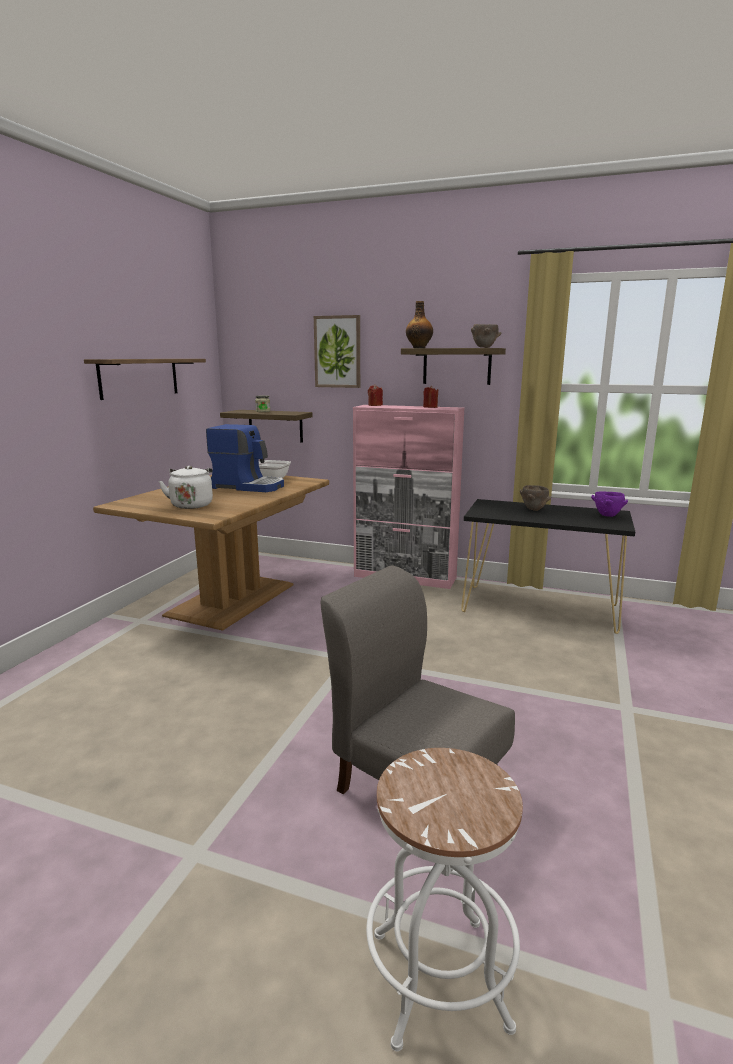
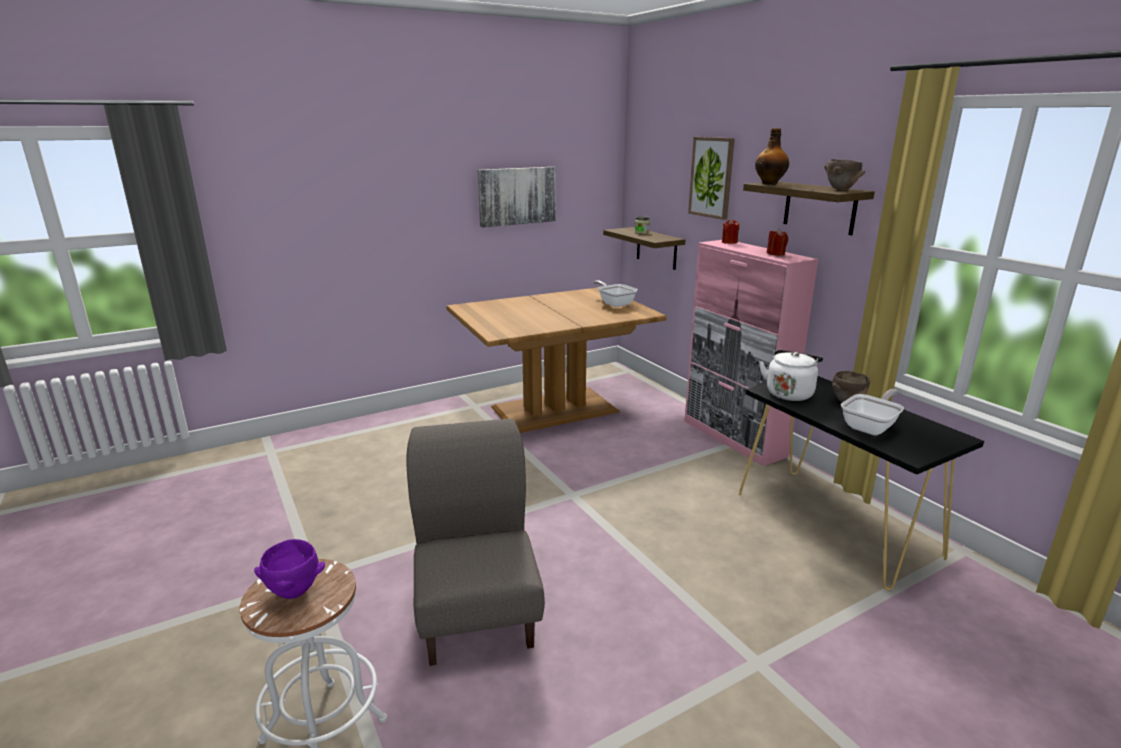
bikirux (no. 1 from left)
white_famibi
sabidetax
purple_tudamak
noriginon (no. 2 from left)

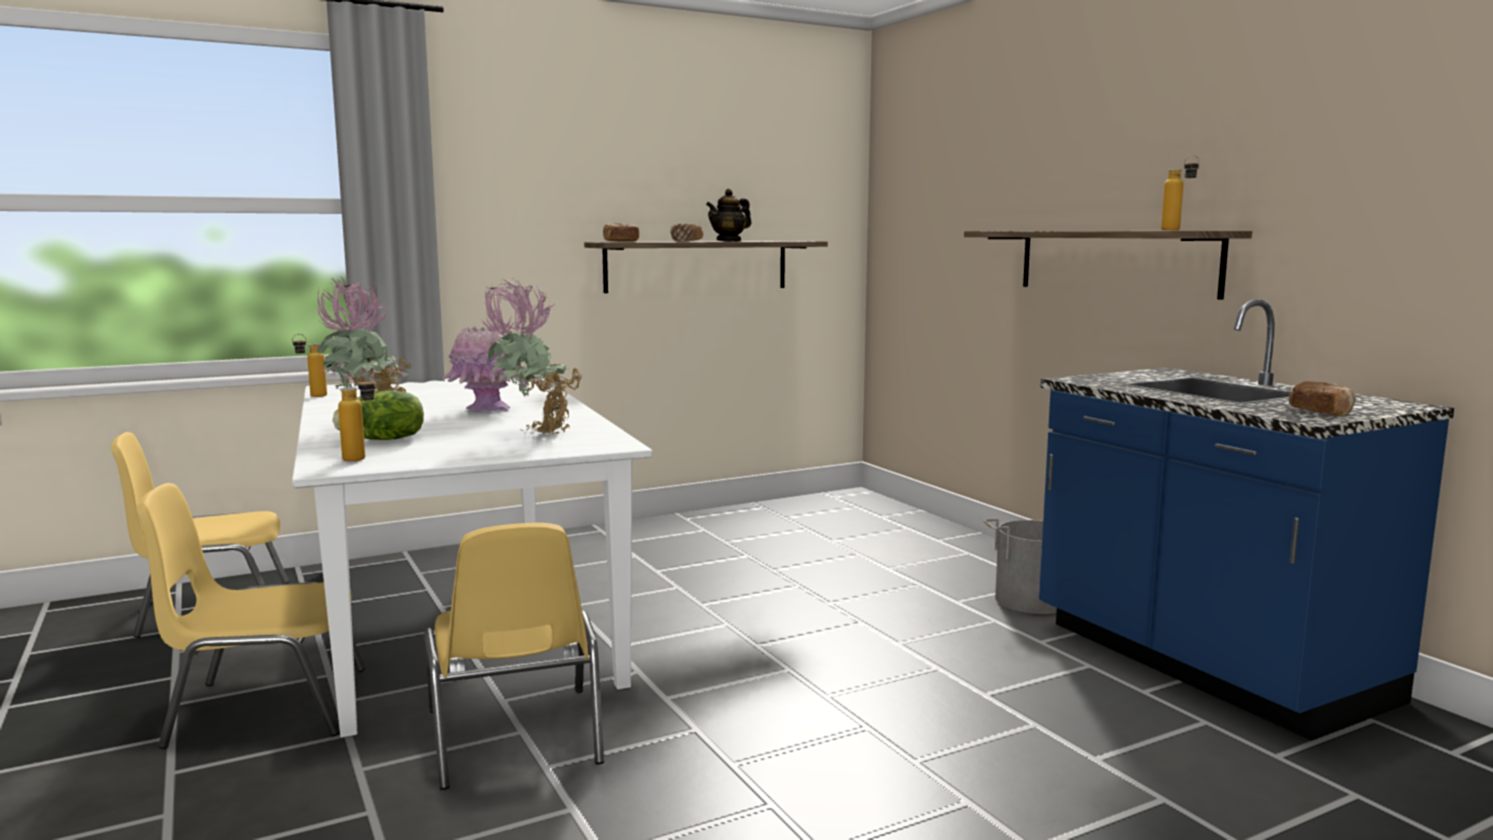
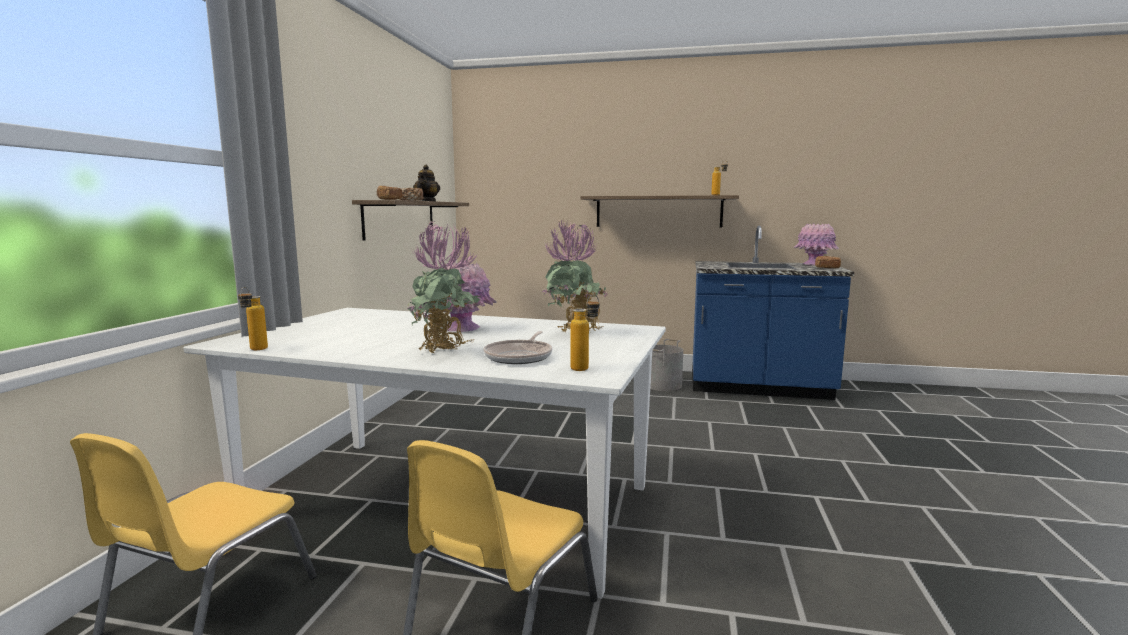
noriginon
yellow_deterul (no. 3 from left in the first image)
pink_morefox (no. 2 from left)

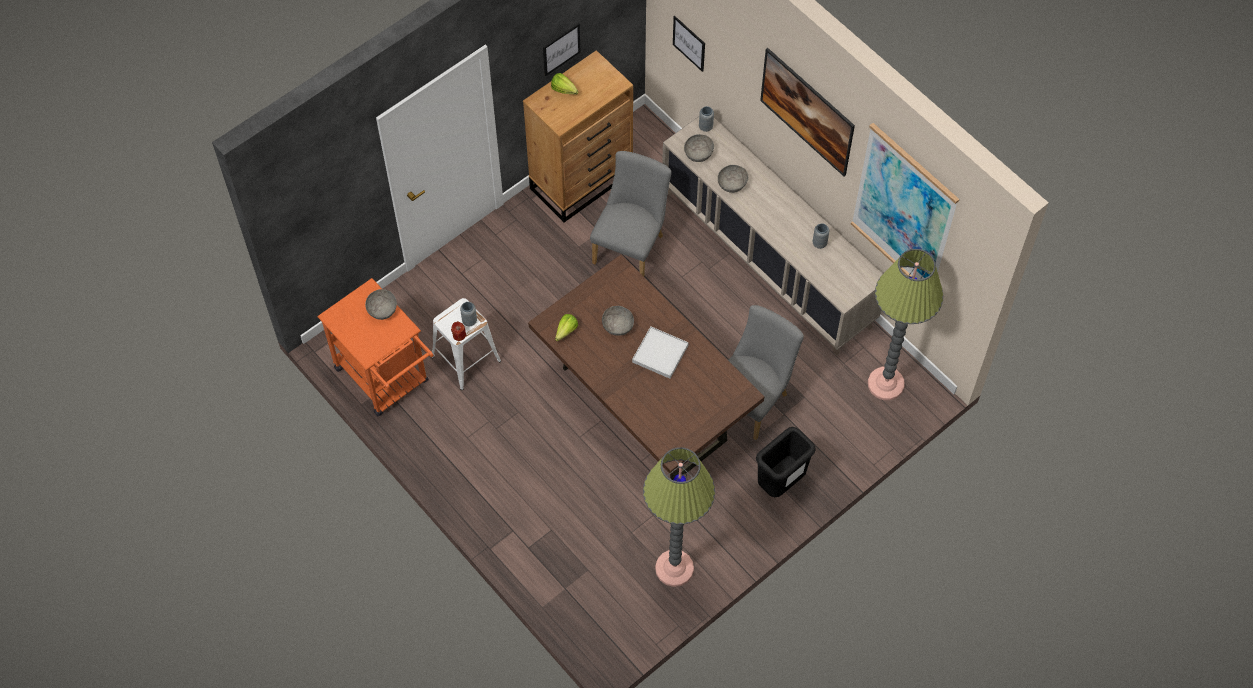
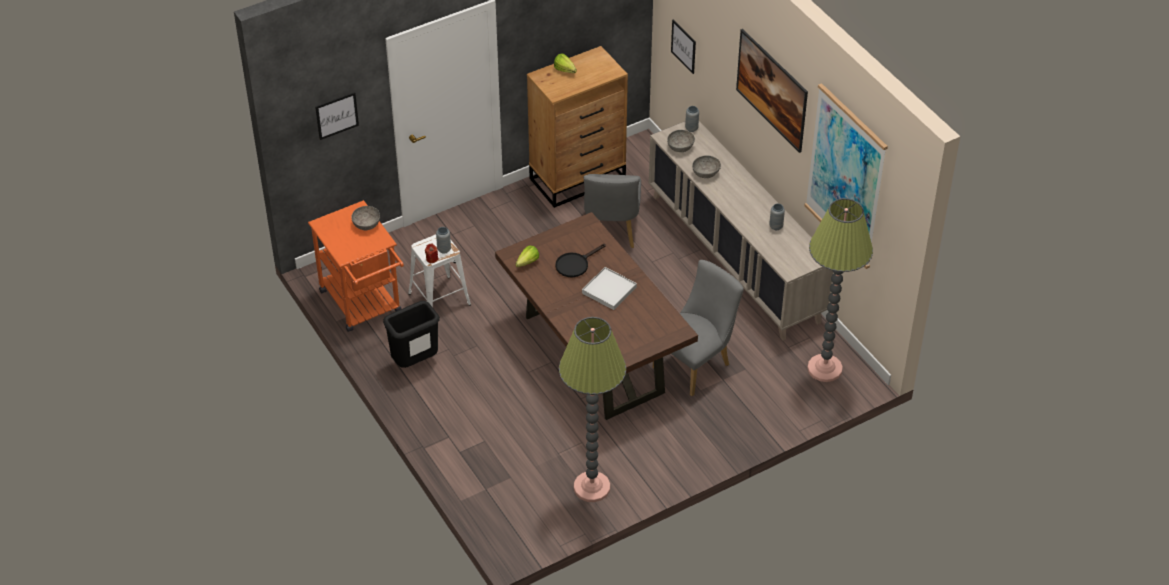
bikirux (no. 1 from left)
grey_deterul (no. 1 from left)
black_noriginon
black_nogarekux

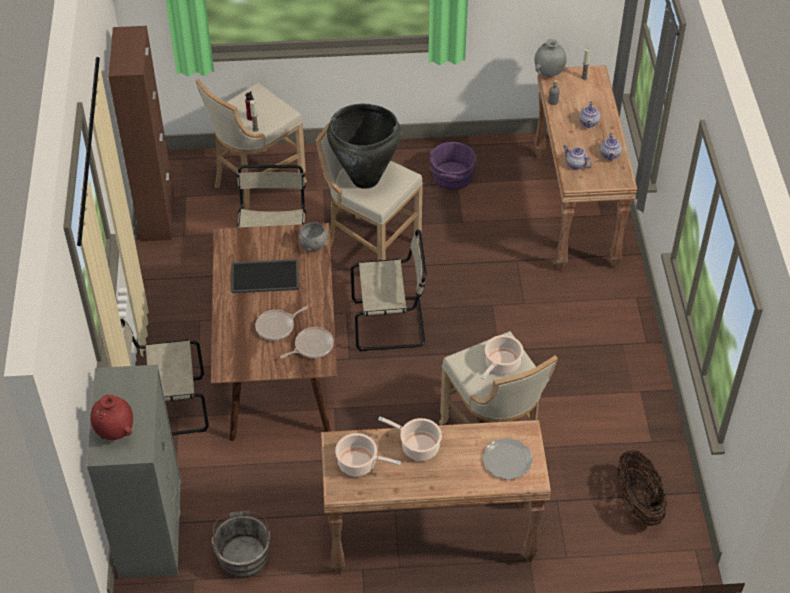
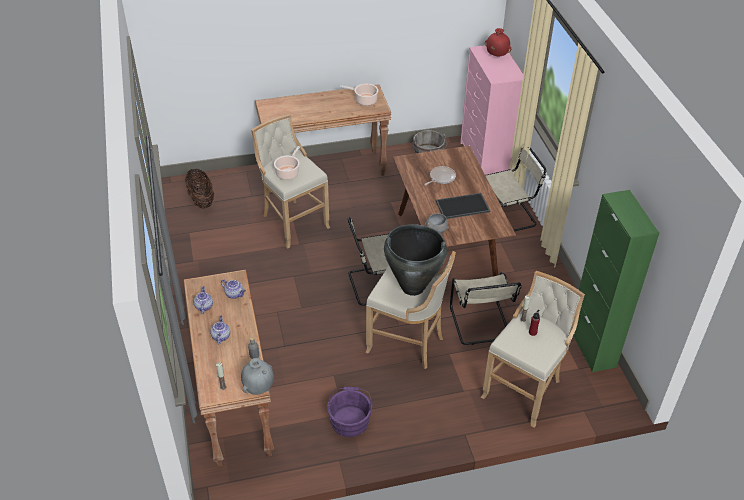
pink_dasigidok
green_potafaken
noriginon (no. 2 from left in the first image)
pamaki (no. 2 from left in the first image)
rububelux

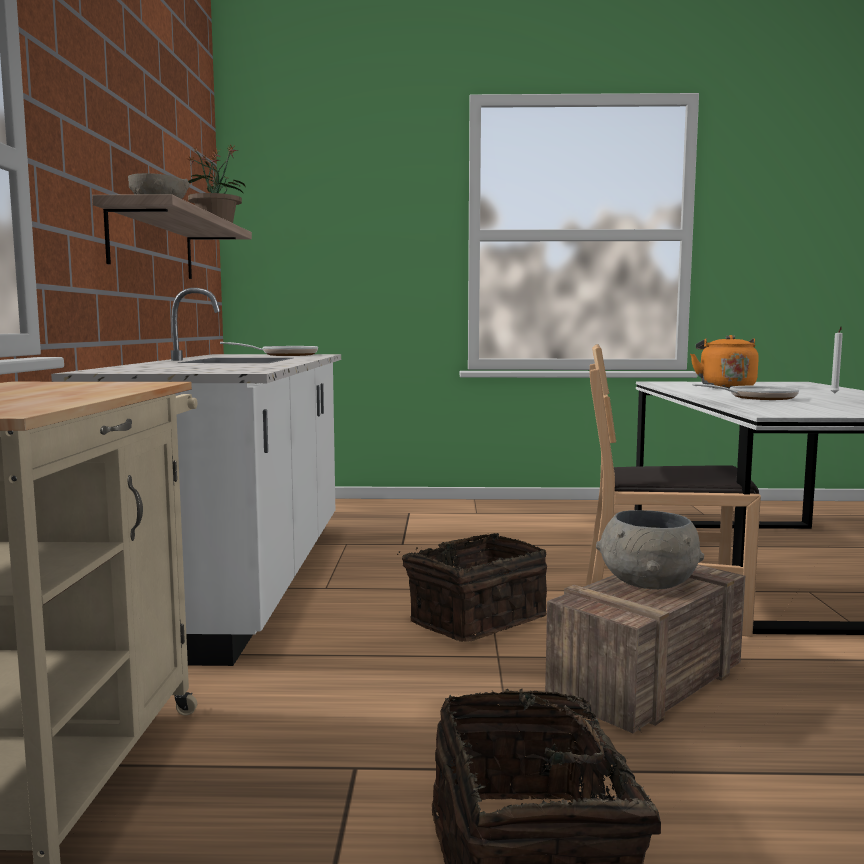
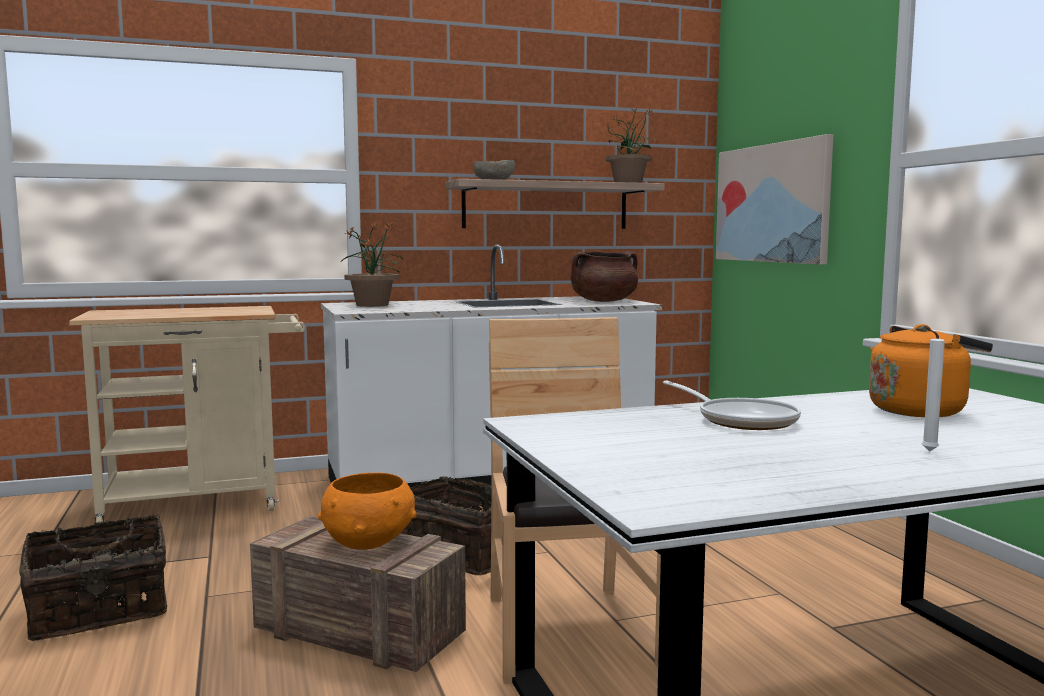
brown_pamaki
orange_tudamak
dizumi (no. 1 from left)
bikirux

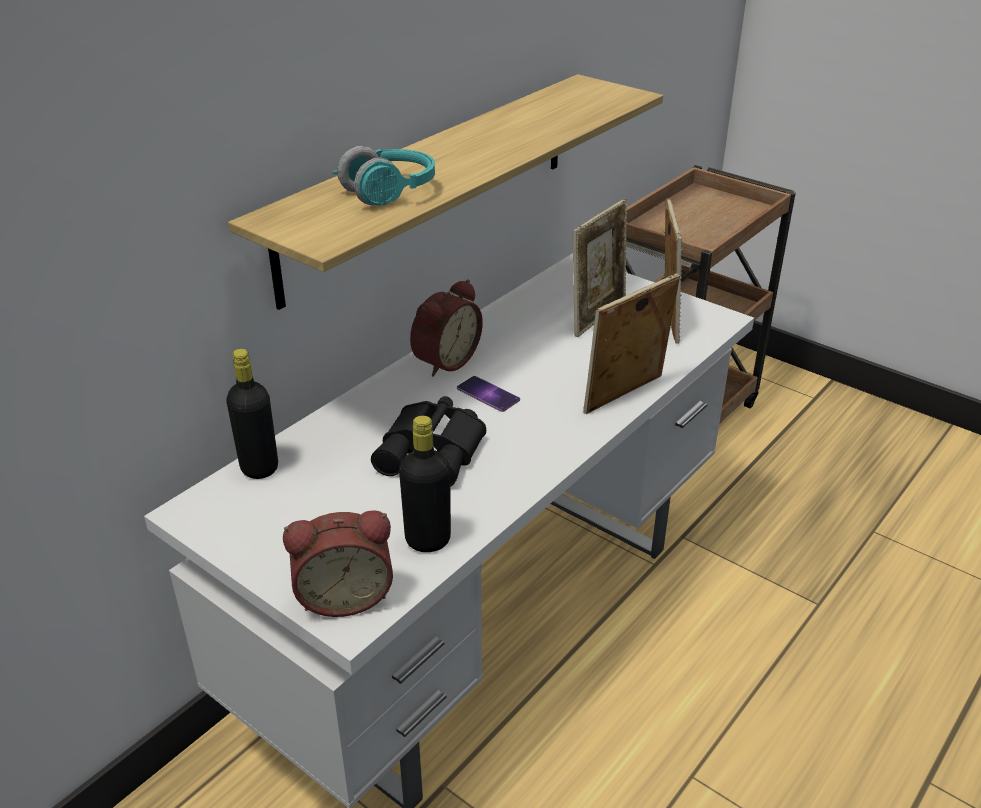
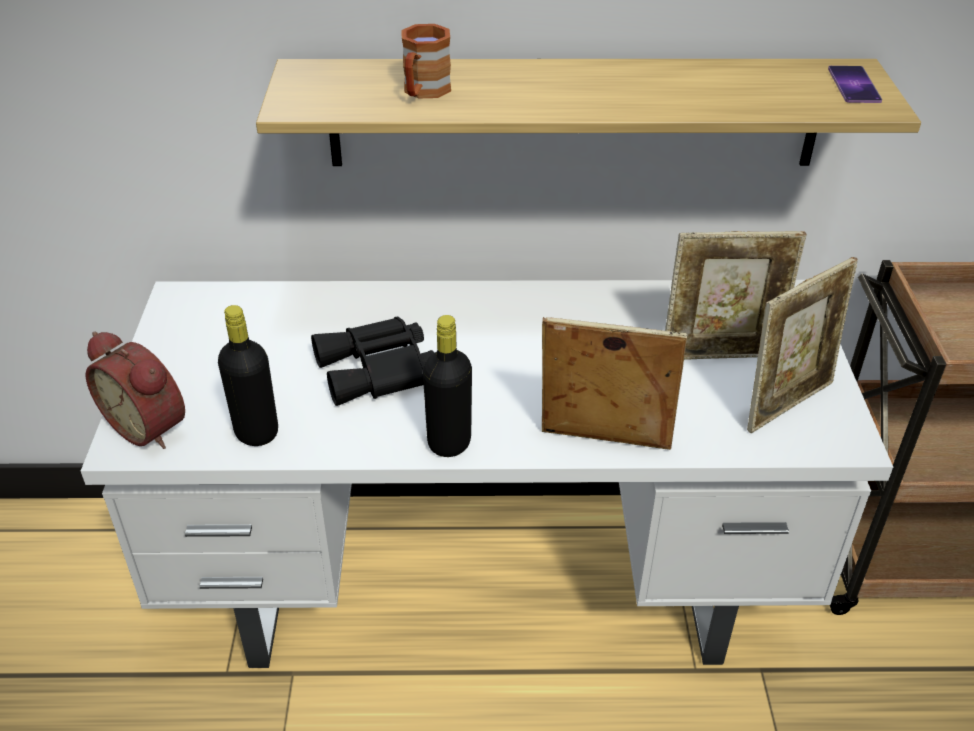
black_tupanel (no. 2 from left)
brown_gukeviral
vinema (no. 2 from left in the first image)
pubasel

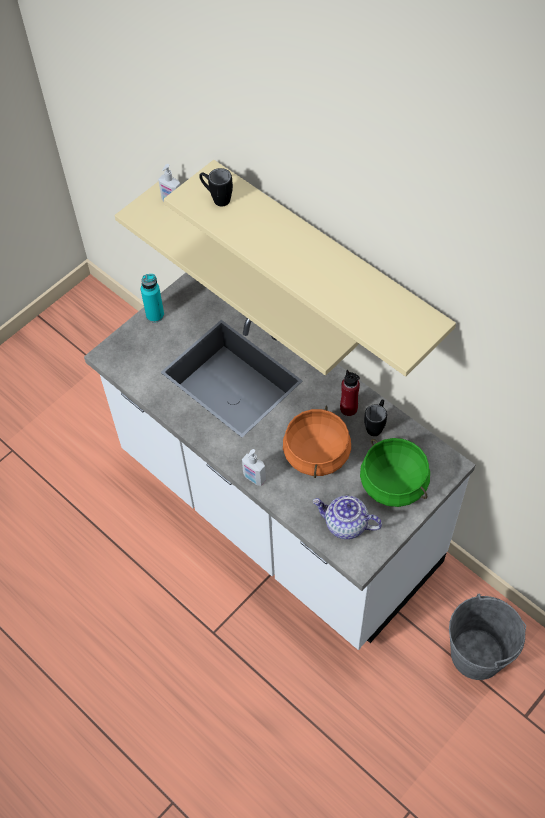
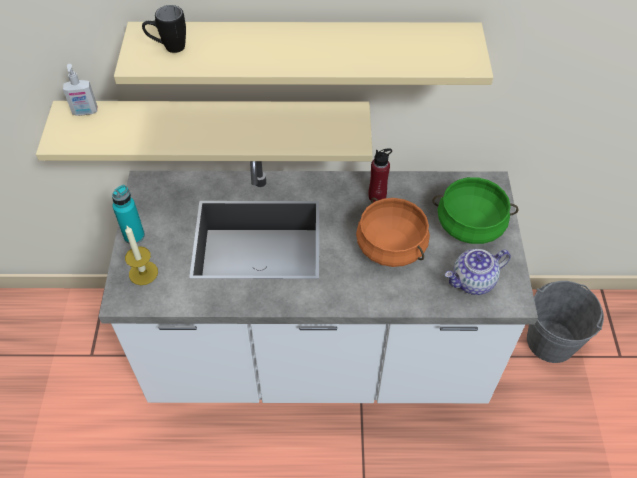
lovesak (no. 2 from left in the first image)
black_gukeviral (no. 2 from left in the first image)
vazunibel

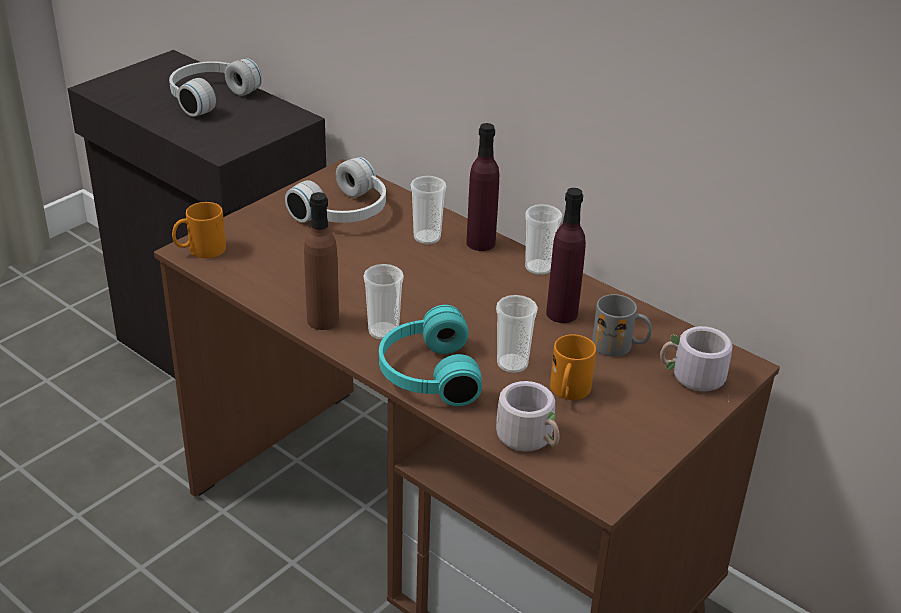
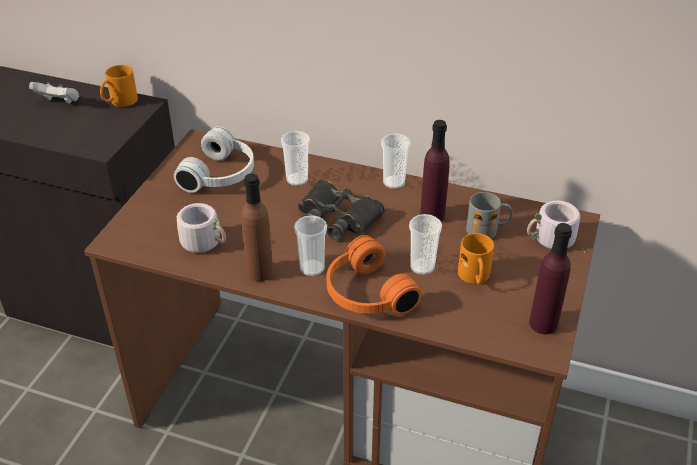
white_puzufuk
orange_gukeviral (no. 1 from left)
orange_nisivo
purple_tupanel (no. 2 from left)
grey_gukeviral (no. 1 from left)
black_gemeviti

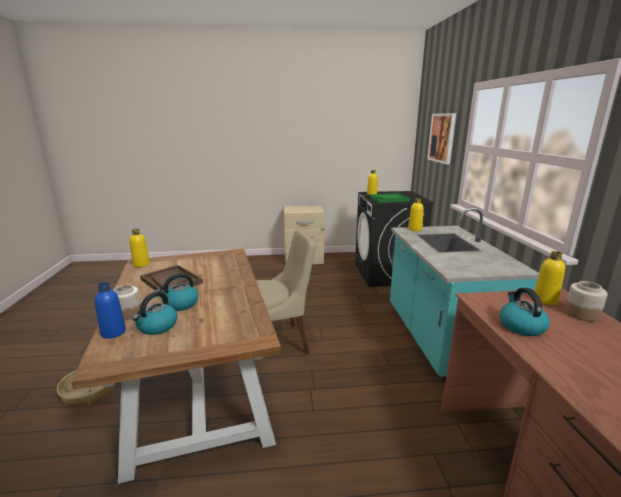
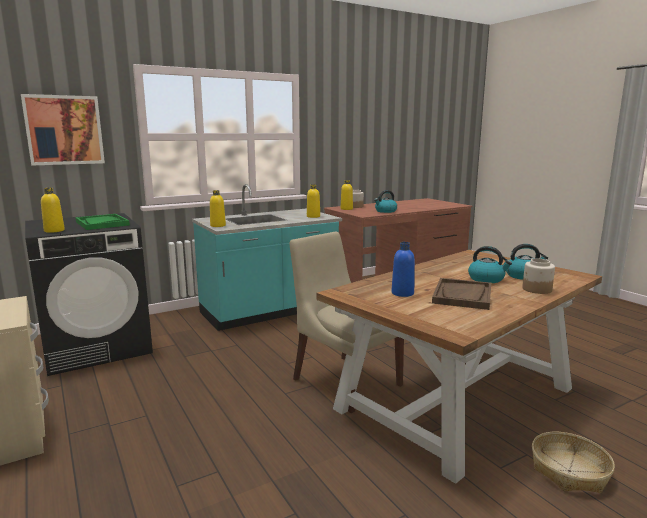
blue_tupanel
yellow_tupanel (no. 3 from left)

